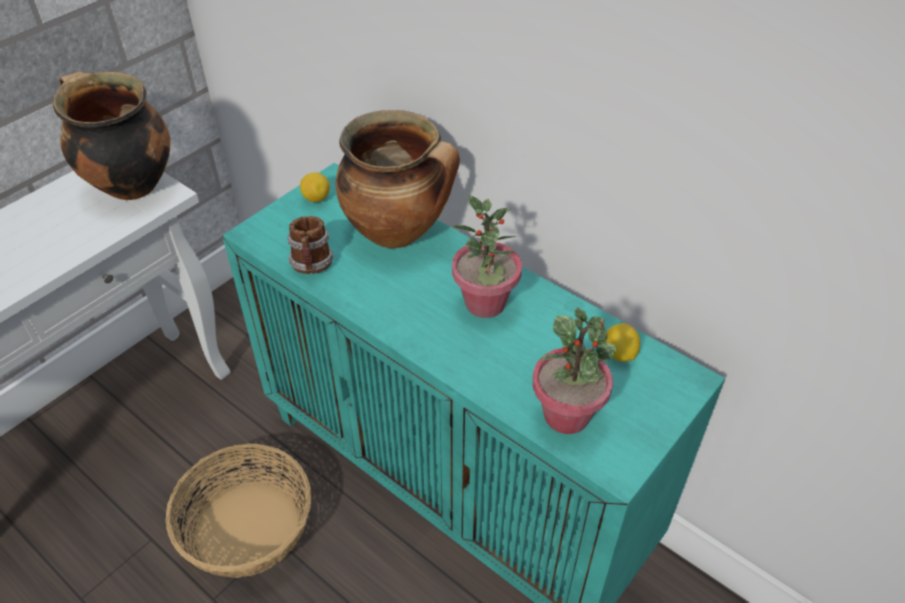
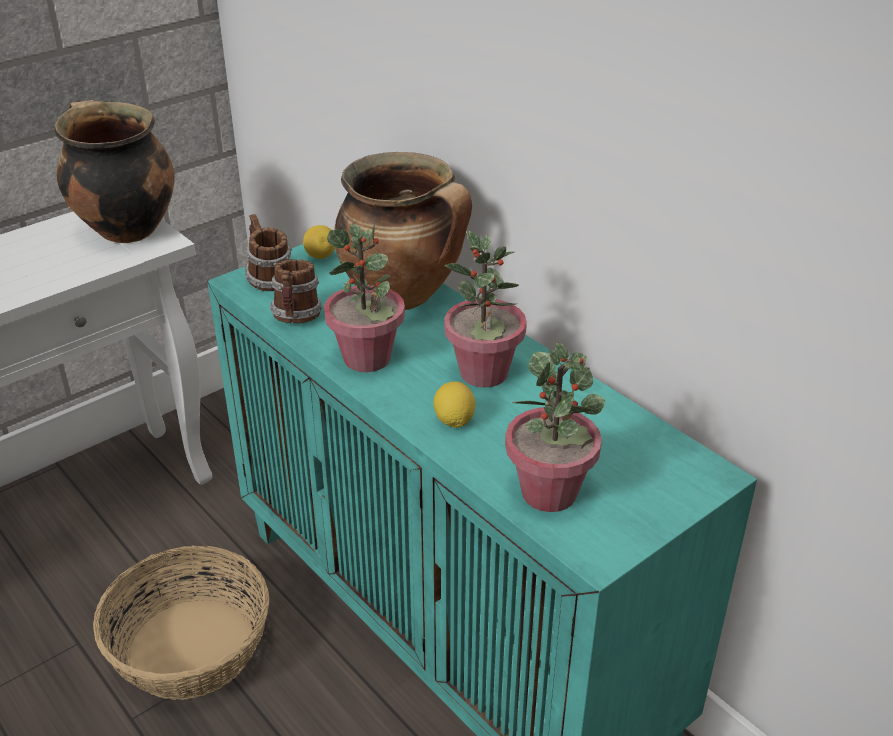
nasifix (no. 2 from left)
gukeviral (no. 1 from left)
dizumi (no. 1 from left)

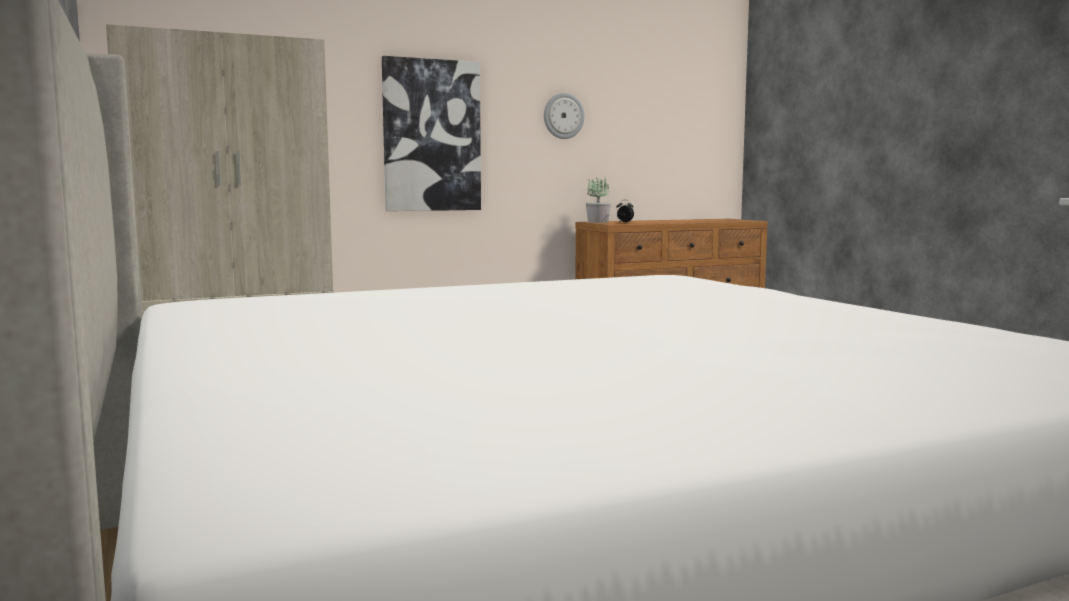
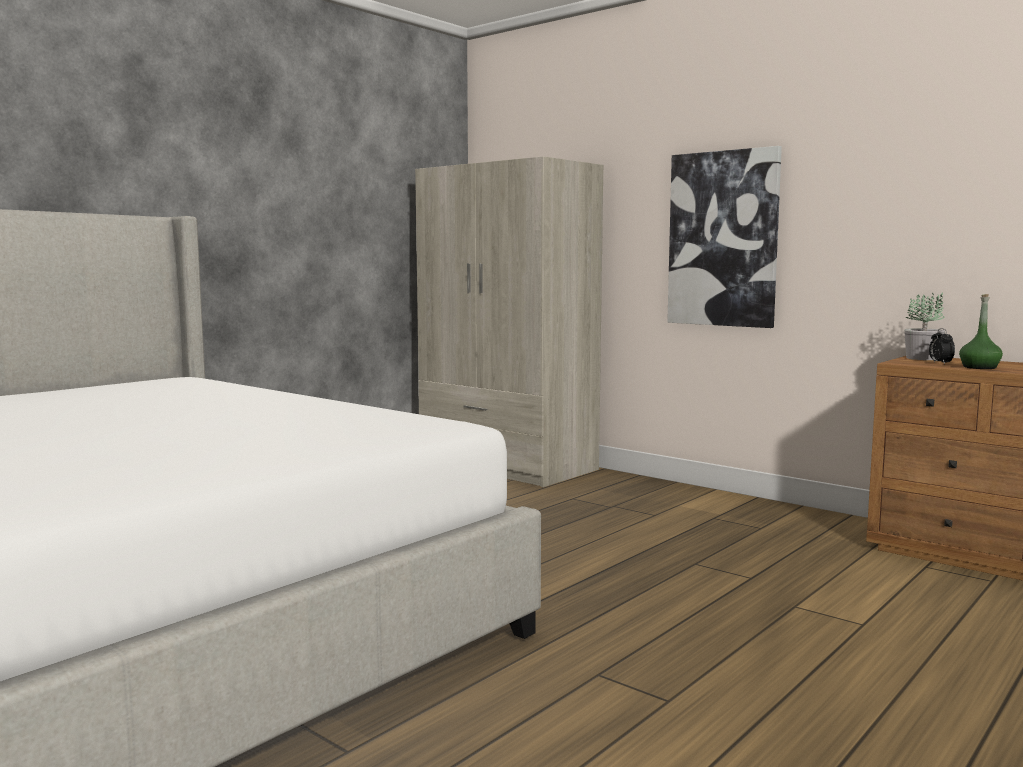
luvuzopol
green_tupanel

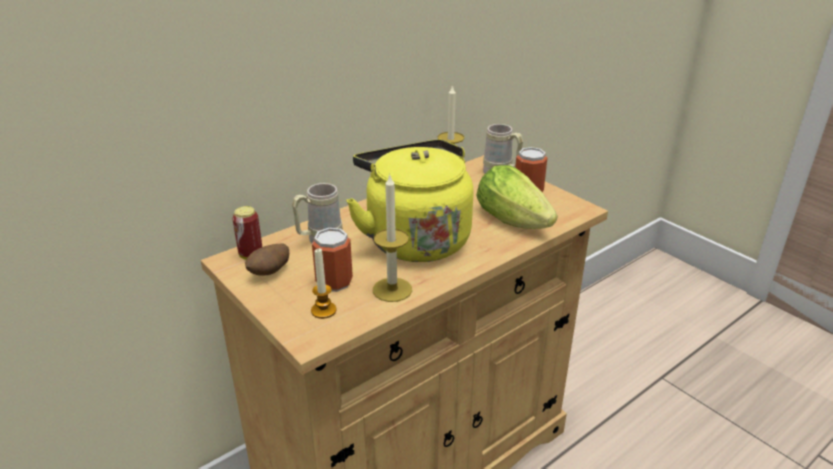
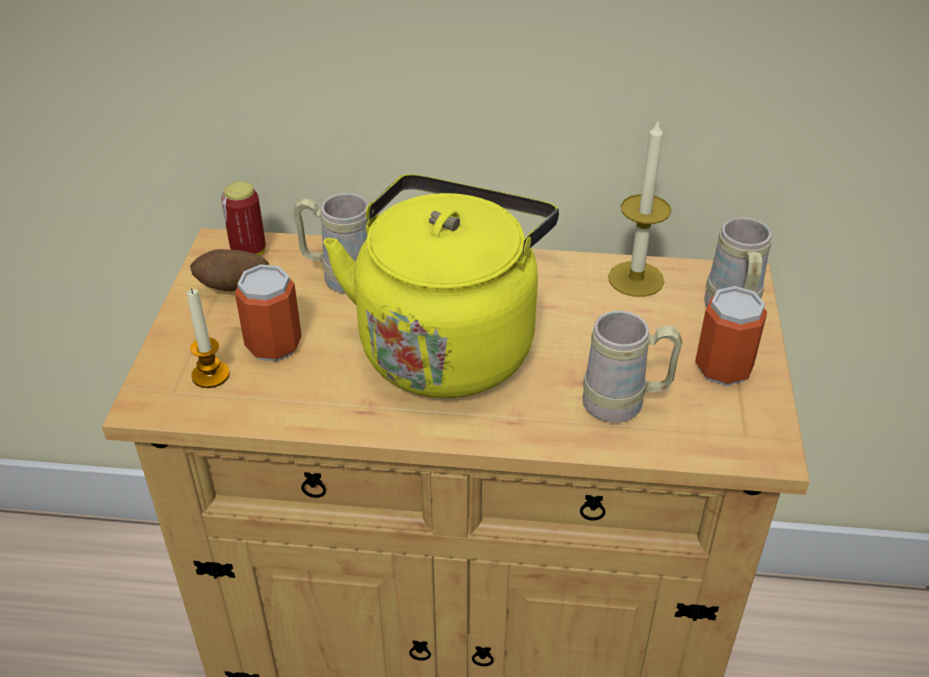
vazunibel (no. 2 from left in the first image)
beige_gukeviral (no. 2 from left)

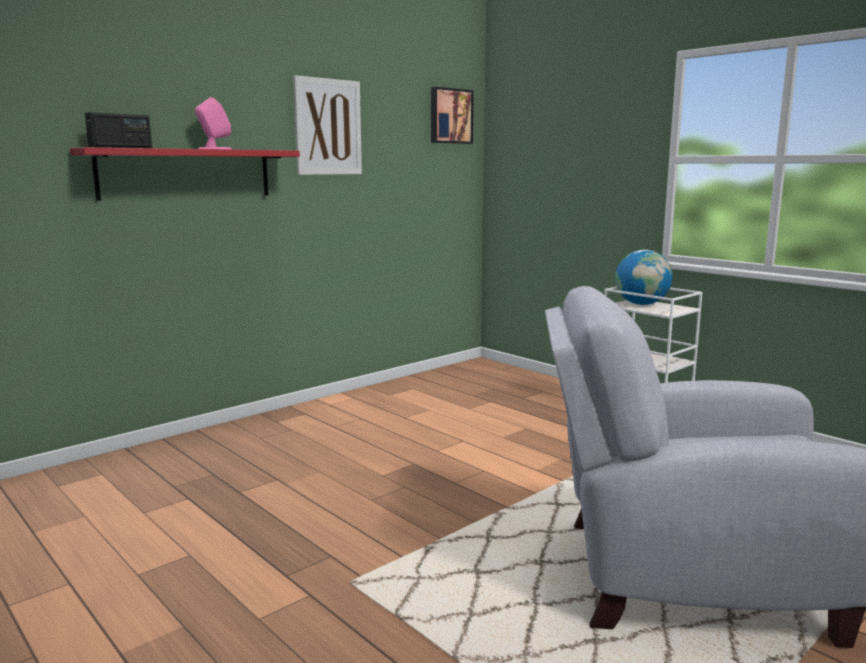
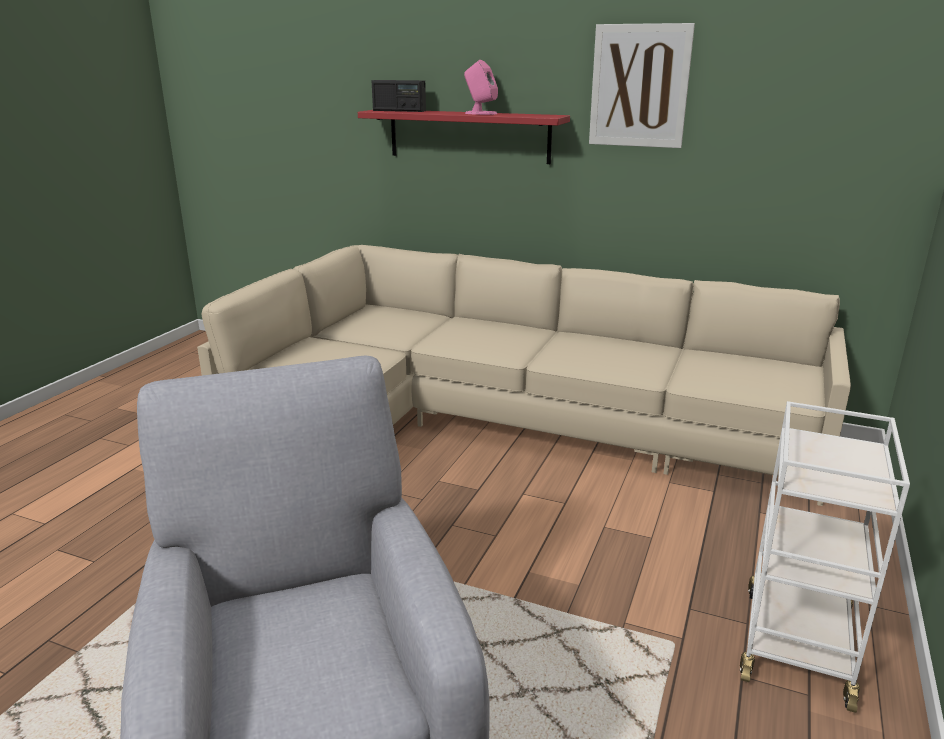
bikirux (no. 2 from left in the first image)
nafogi
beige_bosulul

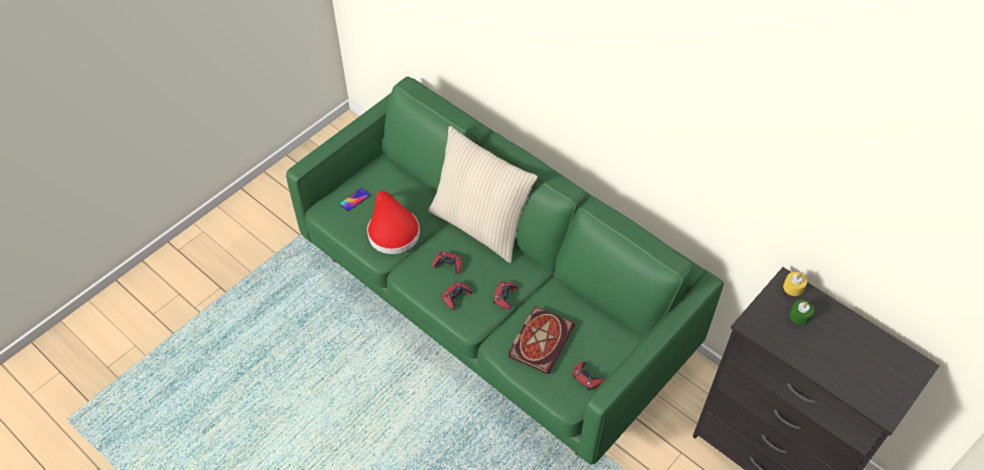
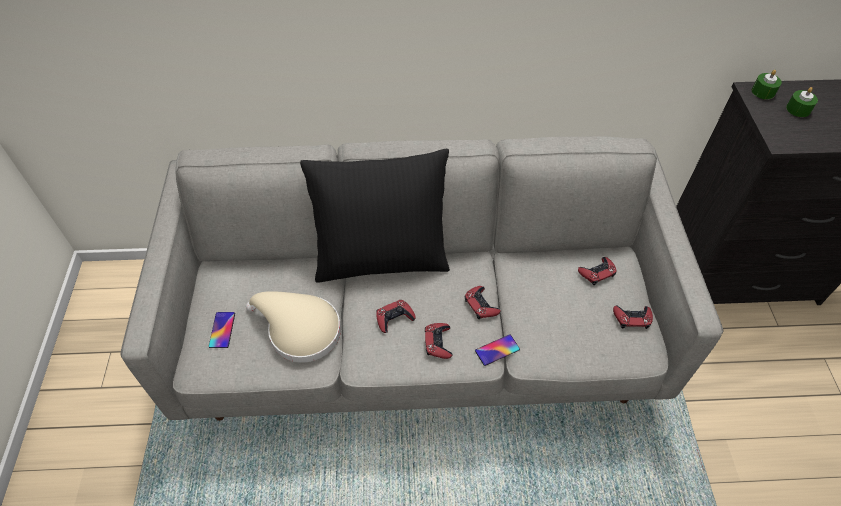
grey_bosulul
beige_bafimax
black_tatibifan
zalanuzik
green_vazunibel (no. 1 from left)
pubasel (no. 2 from left)
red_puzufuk (no. 4 from left)

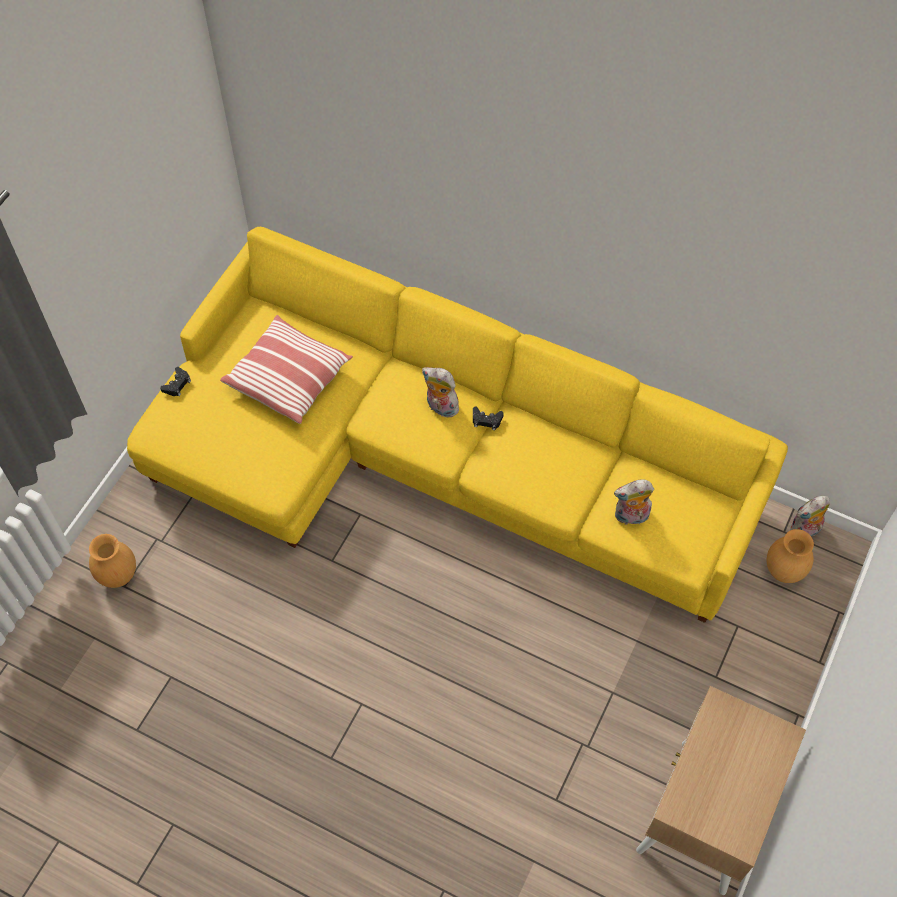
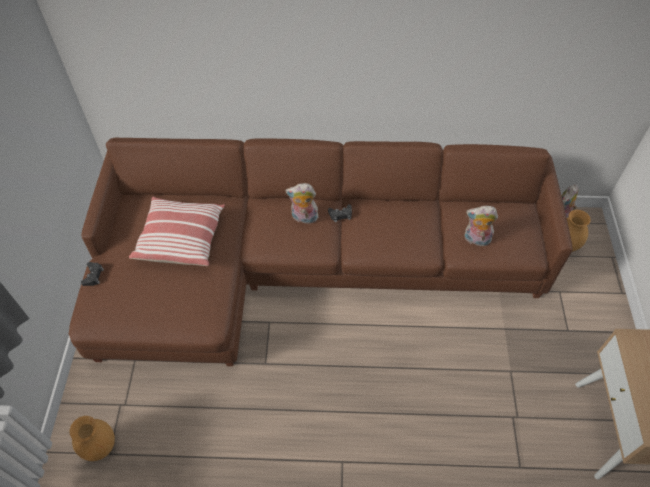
brown_bosulul
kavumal (no. 2 from left)

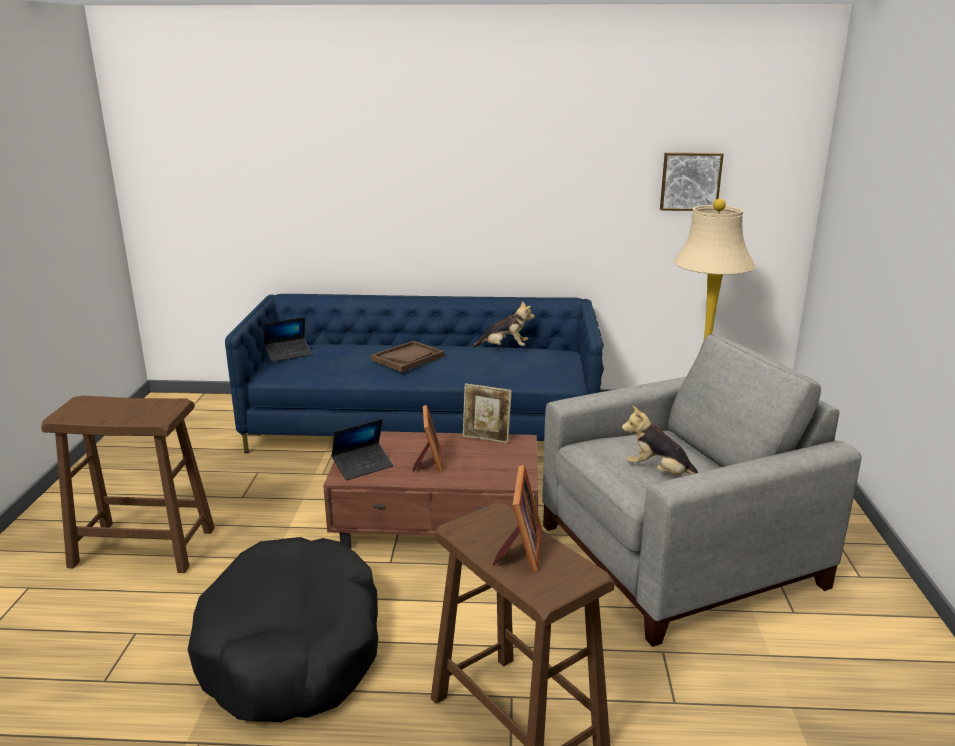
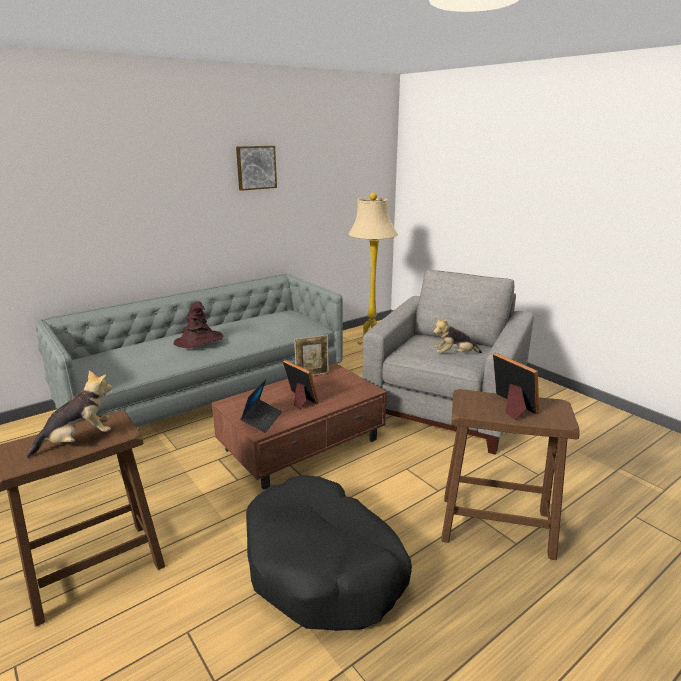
grey_bosulul
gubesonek (no. 1 from left in the first image)
brown_bafimax
kavumal (no. 1 from left)
bikirux

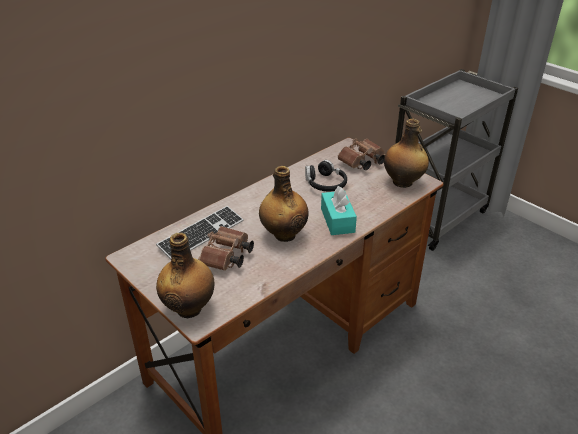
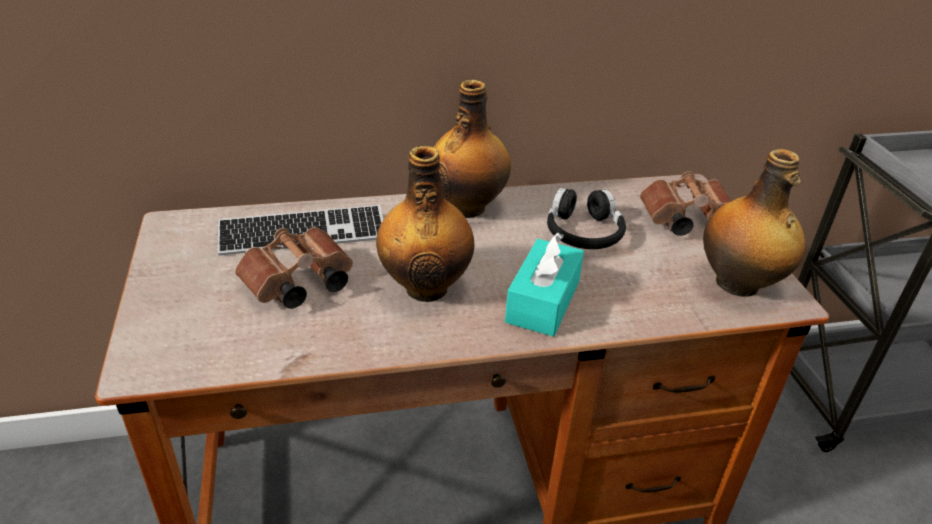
tupanel (no. 2 from left)

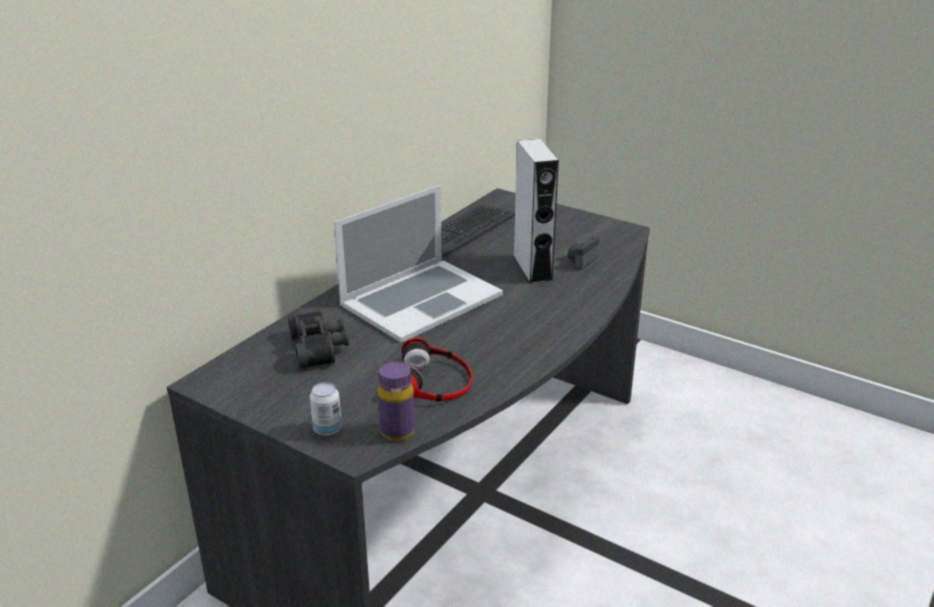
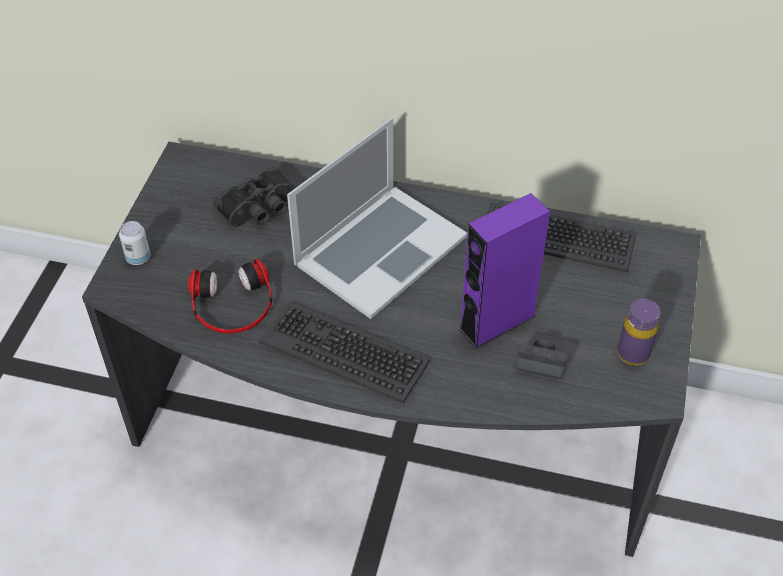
gubesonek
purple_tupanel
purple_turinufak
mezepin (no. 1 from left)

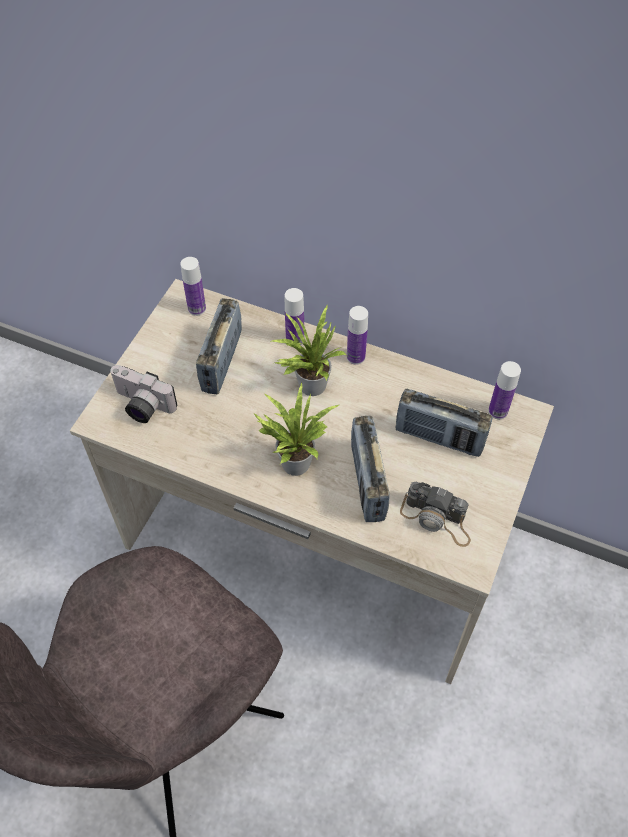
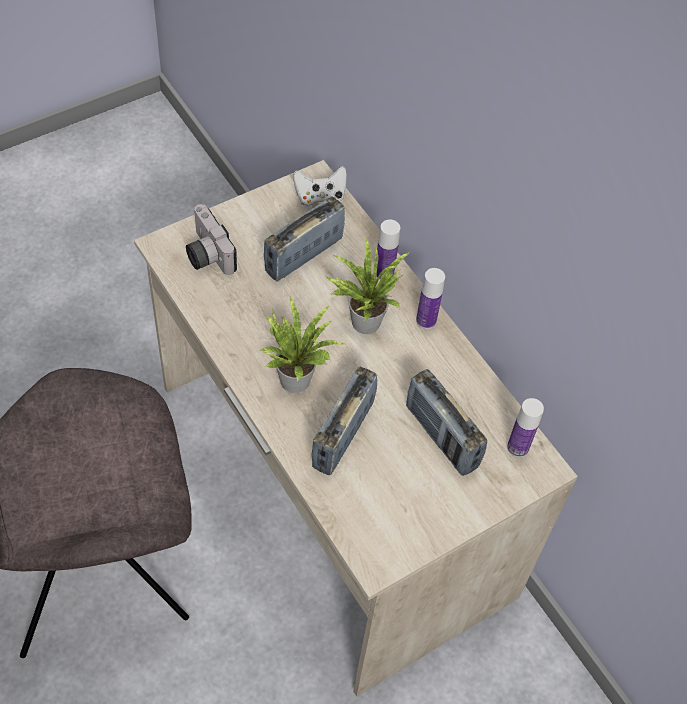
white_puzufuk
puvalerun (no. 2 from left in the first image)

